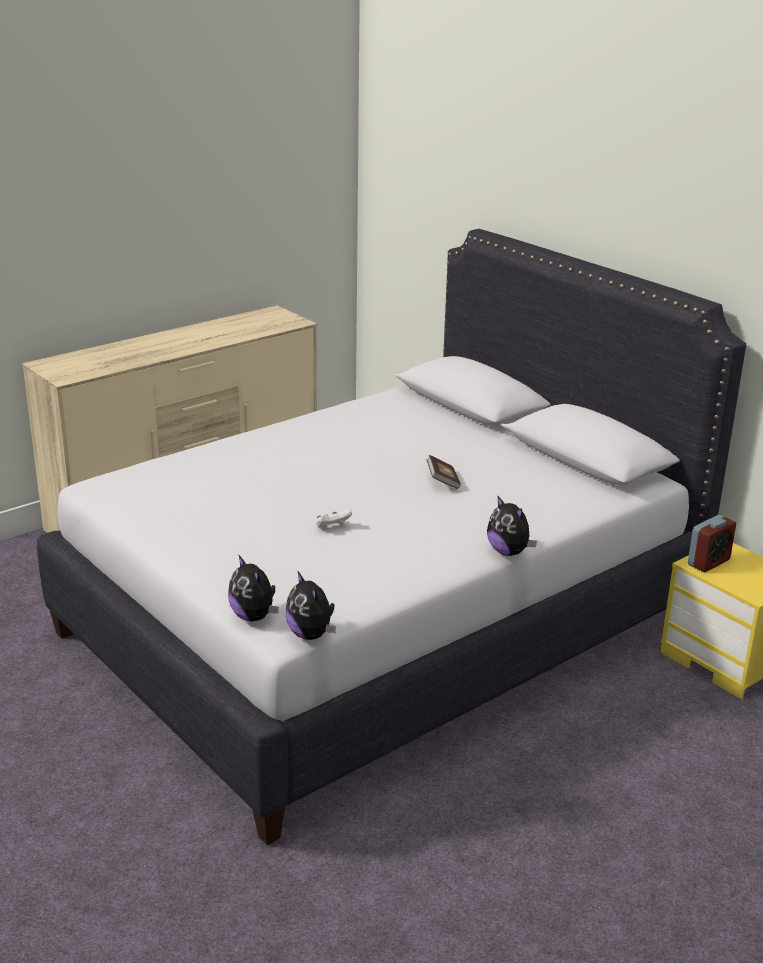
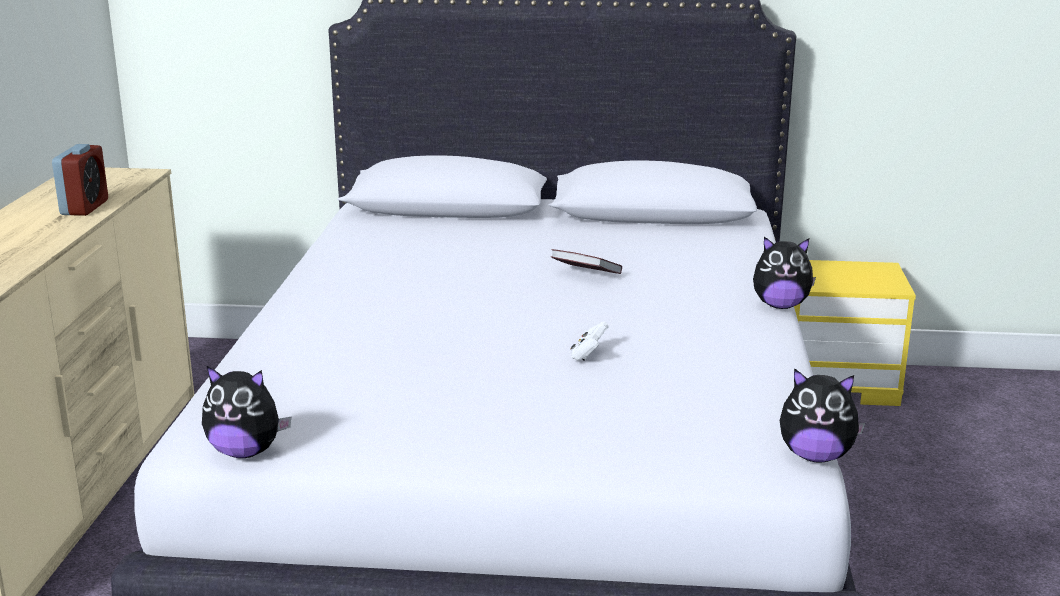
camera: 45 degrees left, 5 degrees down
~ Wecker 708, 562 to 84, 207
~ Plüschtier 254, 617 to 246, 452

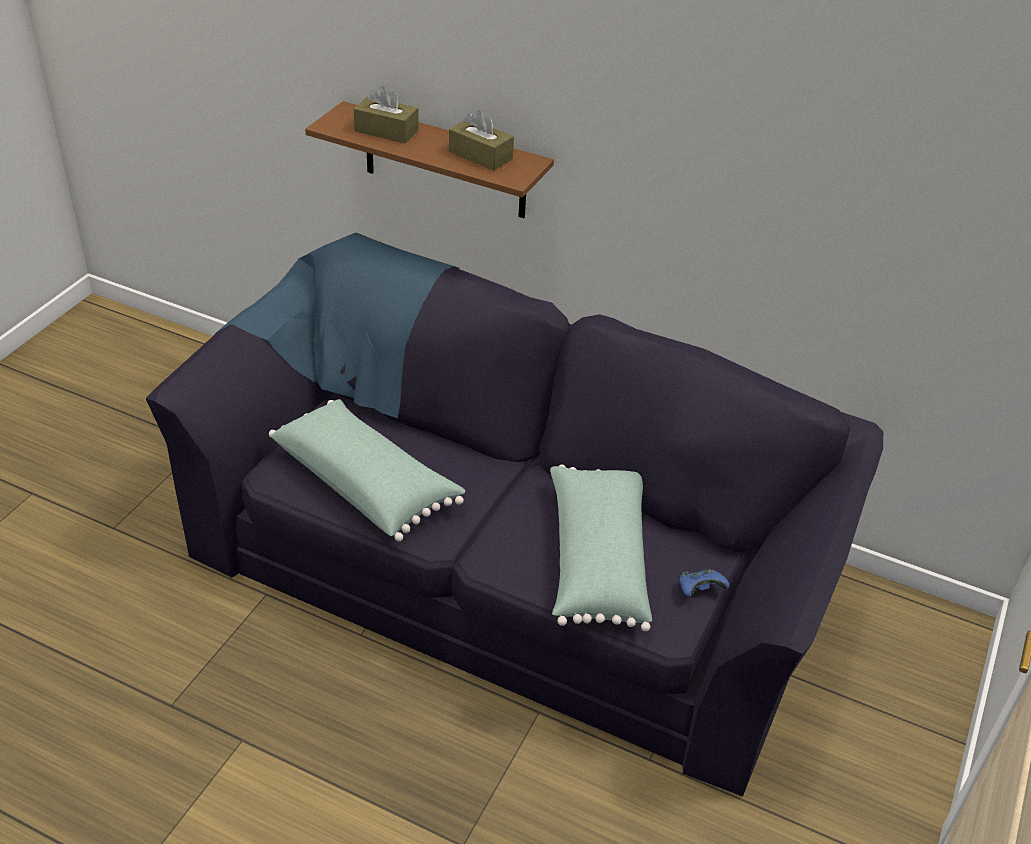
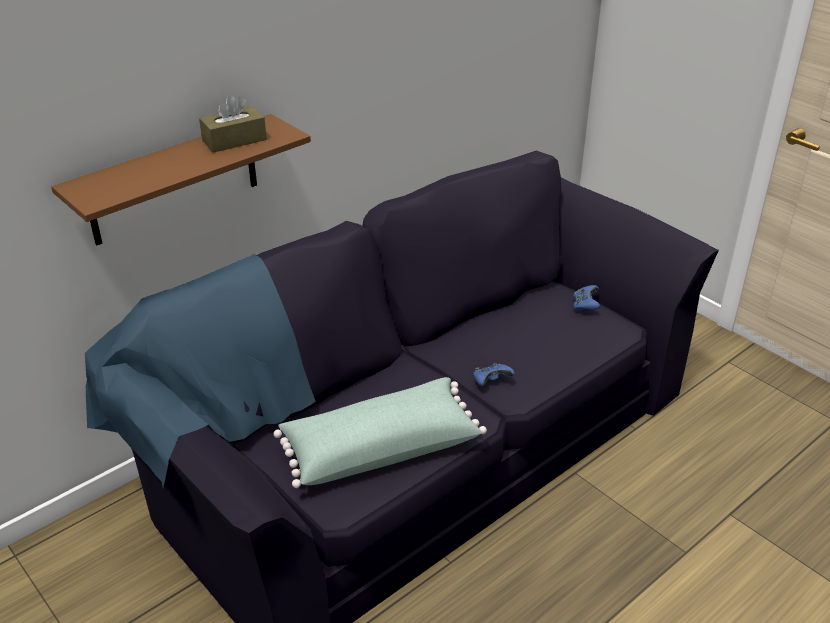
camera: 65 degrees left, 5 degrees down
+ Gamepad/blau 491, 382
- Taschentuchbox/braun 386, 131
- Kissen/grün 595, 560

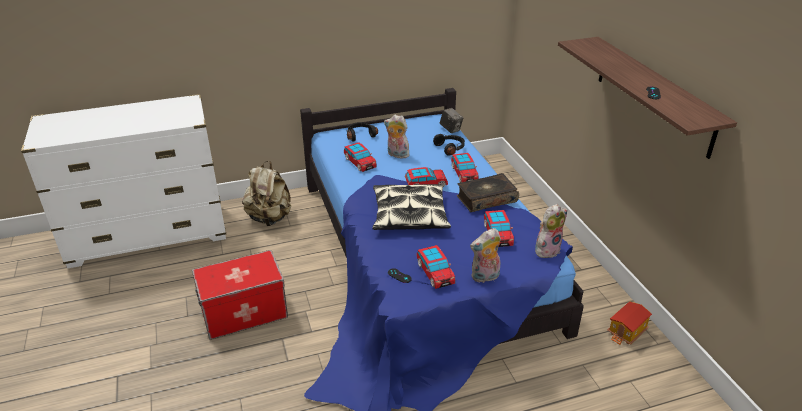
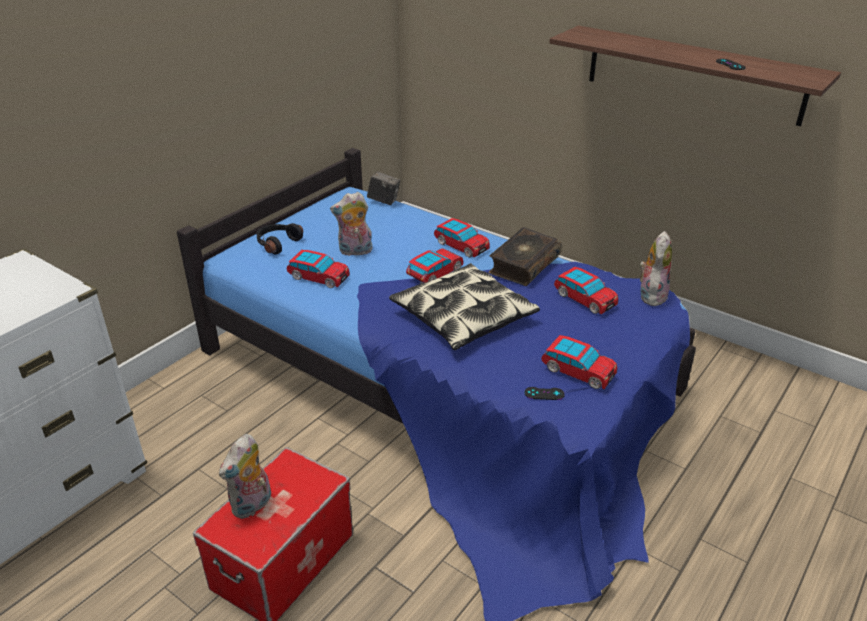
camera: 35 degrees left, 0 degrees up
~ Plüschtier 485, 277 to 252, 506
- Rucksack/beige 270, 218
- Kopfhörer/schwarz 450, 148
- Spielzeughaus 627, 332

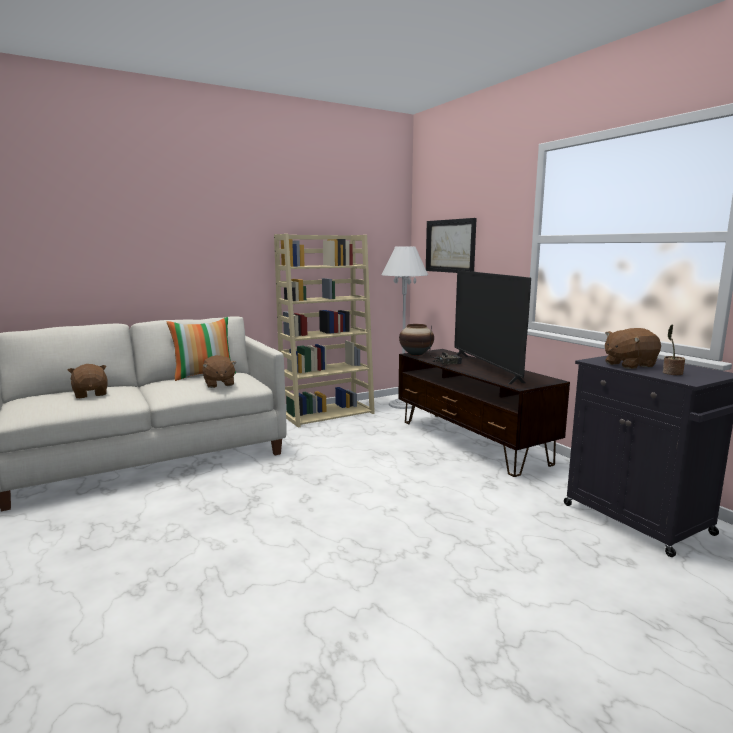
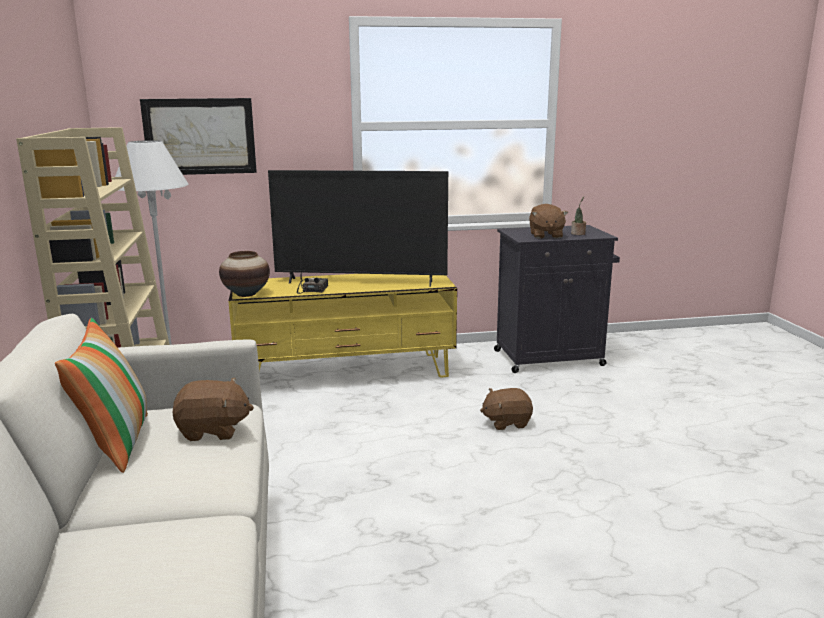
camera: 70 degrees left, 5 degrees up
~ Fernsehschrank/braun 471, 442 to Fernsehschrank/gelb 346, 373
~ Plüschtier/braun 91, 394 to 506, 422

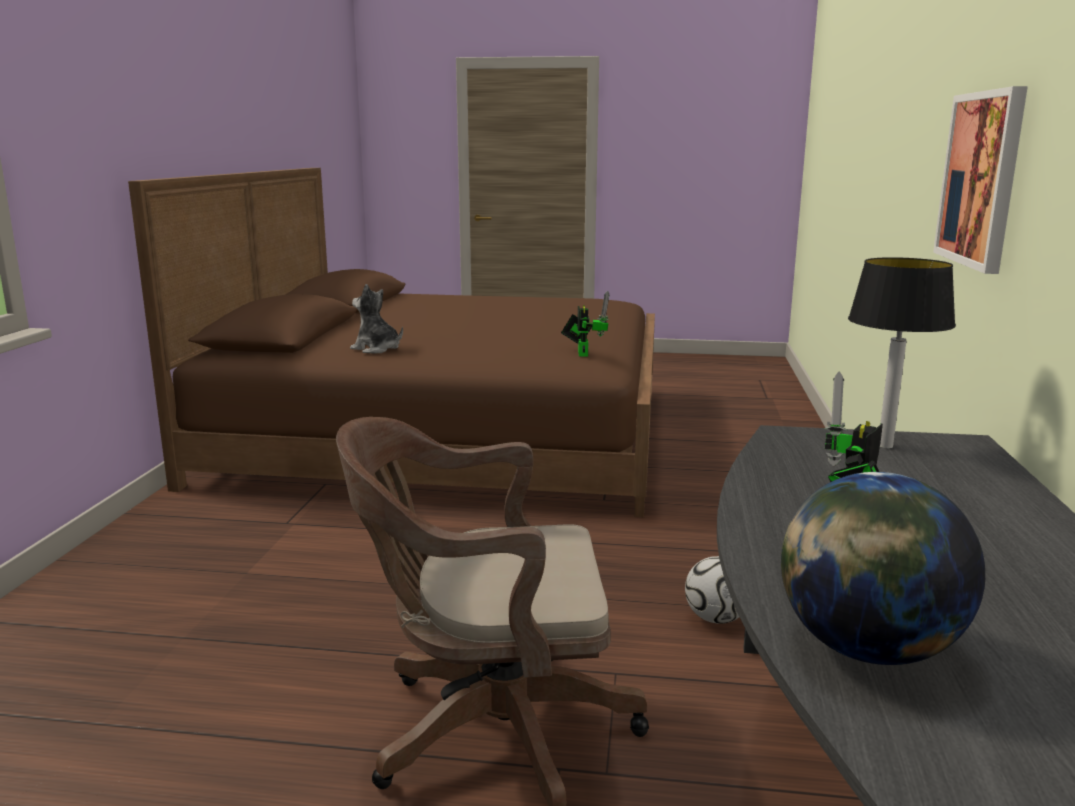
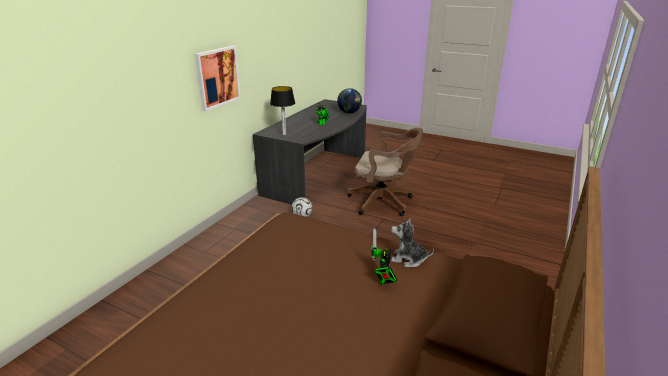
camera: 160 degrees left, 10 degrees up
~ Spielzeugroboter 582, 353 to 383, 280
~ Plüschtier 376, 349 = 408, 259 150 degrees clockwise

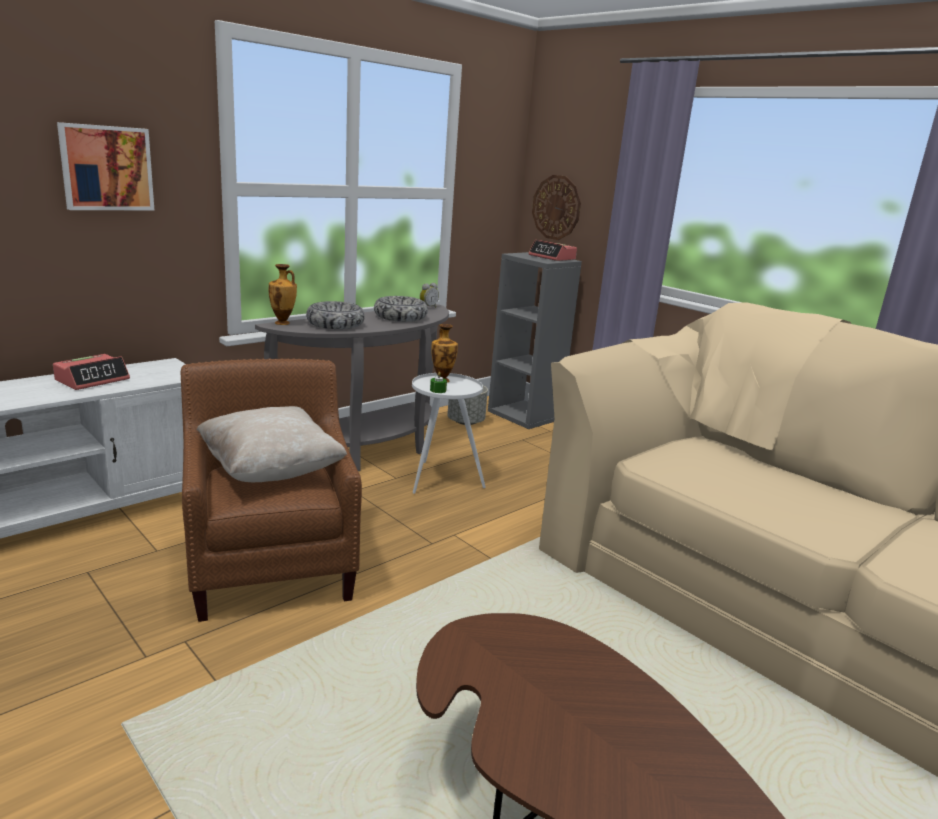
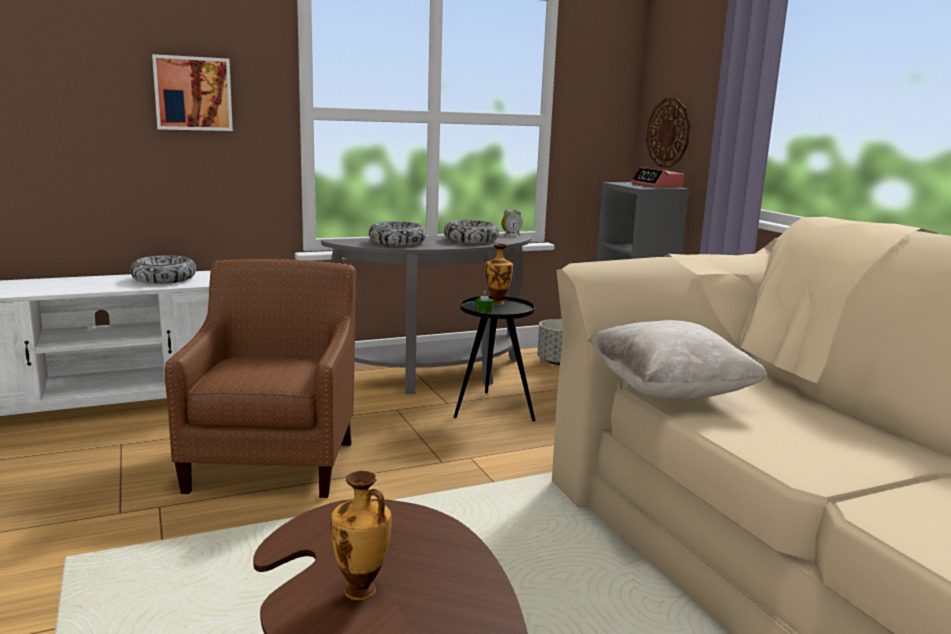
camera: 20 degrees right, 5 degrees down
~ Wecker 93, 380 to Schüssel 164, 279
~ Vase 283, 323 to 361, 592
~ Beistelltisch/weiß 441, 479 to Beistelltisch/schwarz 493, 408
~ Kissen/beige 271, 471 to 669, 391

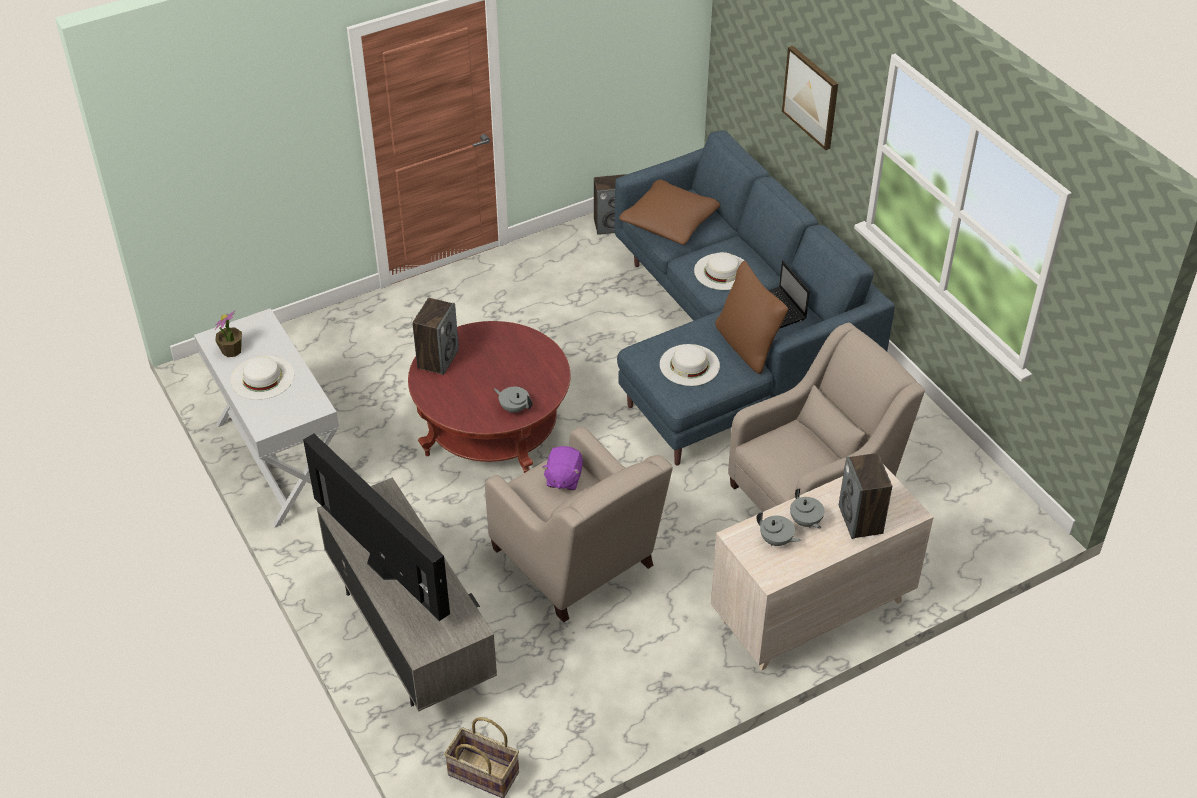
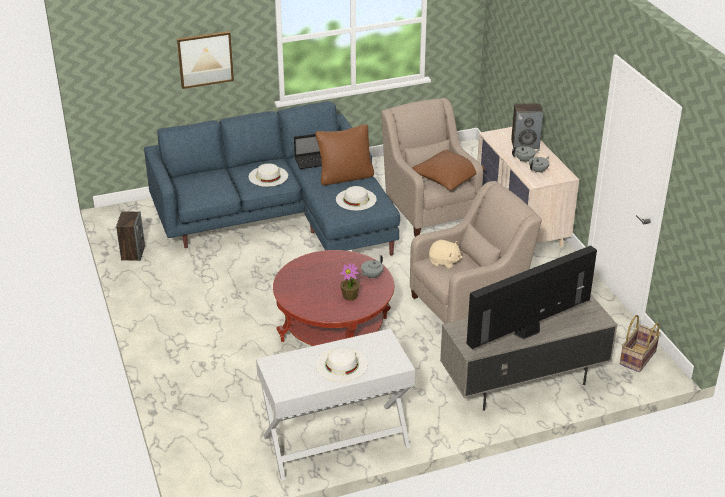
camera: 80 degrees left, 10 degrees down
~ Topfpflanze 231, 350 to 350, 296
~ Kissen/braun 670, 222 to 447, 178
~ Plüschtier/lila 563, 478 to Plüschtier/beige 444, 262
- Lautsprecher 438, 359

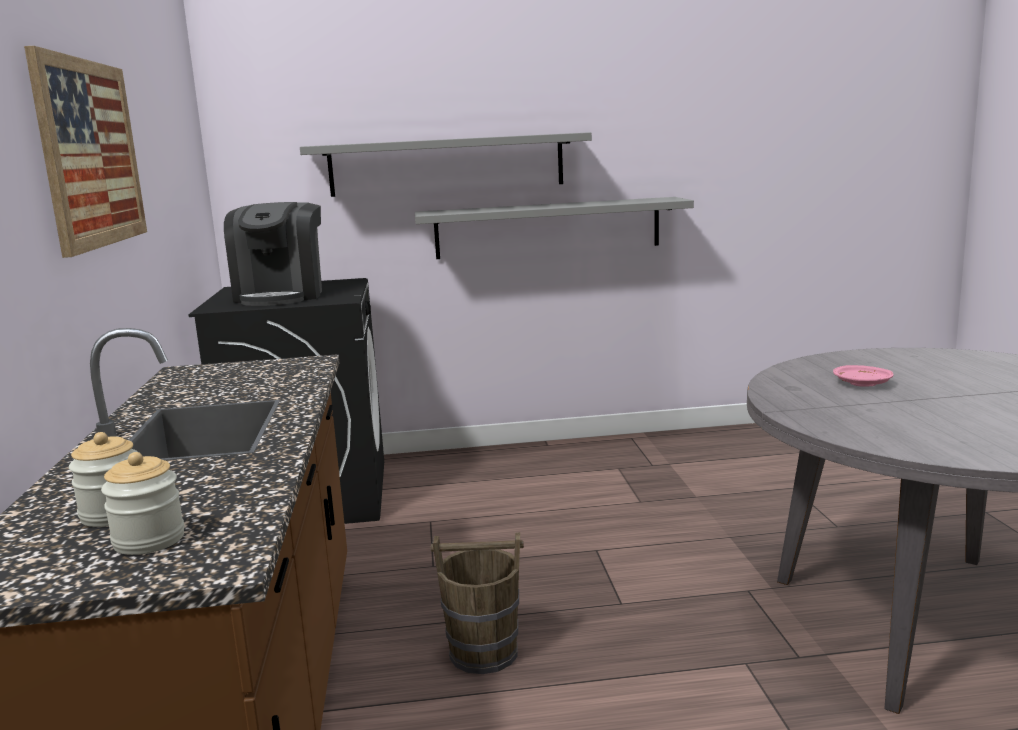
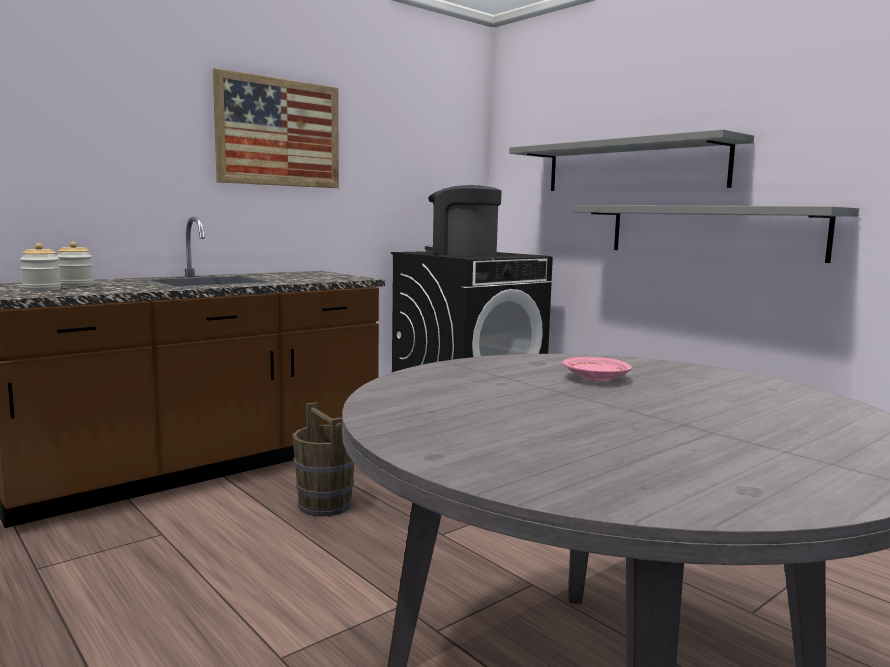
camera: 55 degrees right, 5 degrees down
~ Kaffeemaschine 282, 296 = 462, 253 60 degrees clockwise

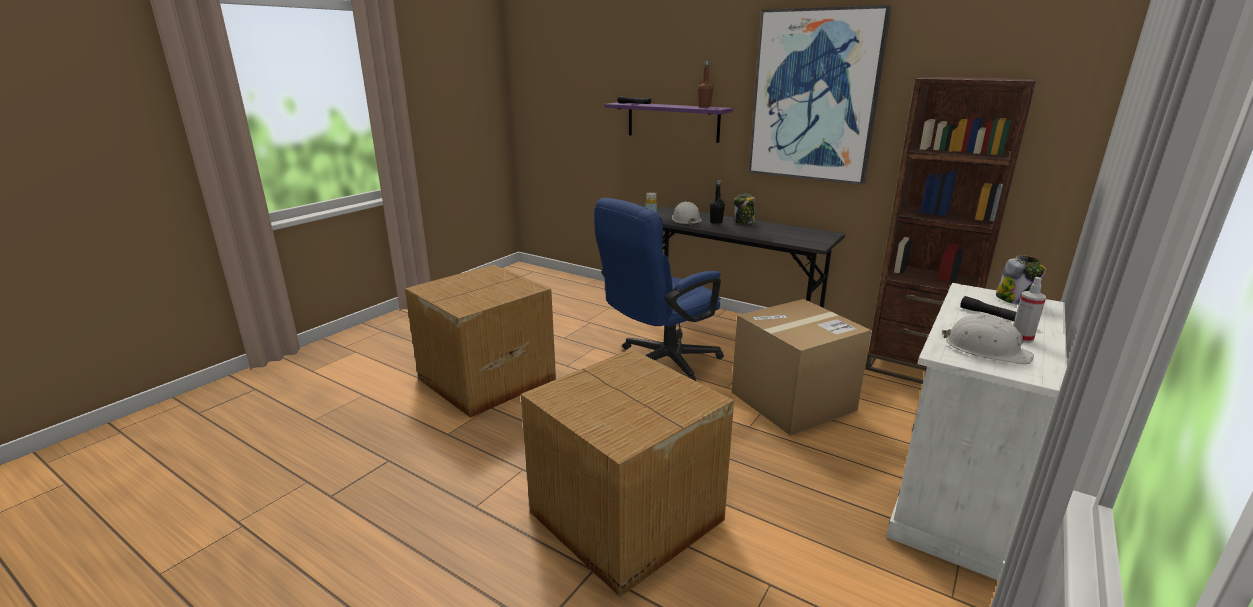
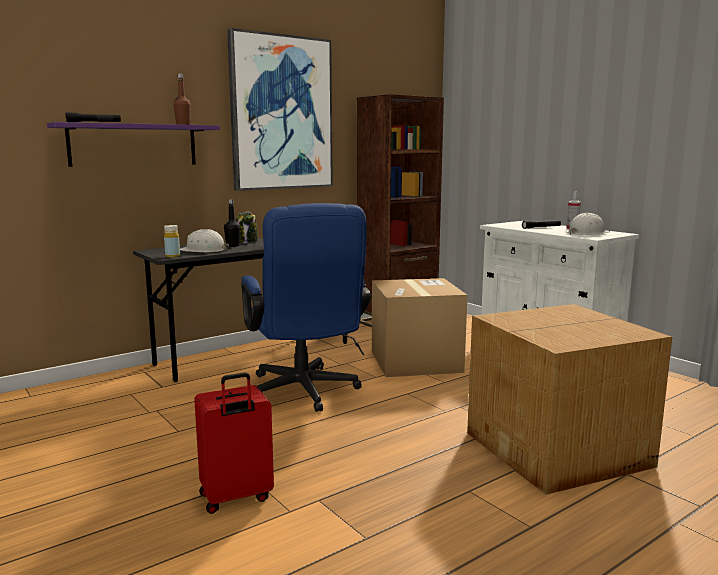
camera: 70 degrees left, 10 degrees down
~ Karton 484, 379 to Koffer/rot 236, 498
- Vorratsglas 1015, 300

